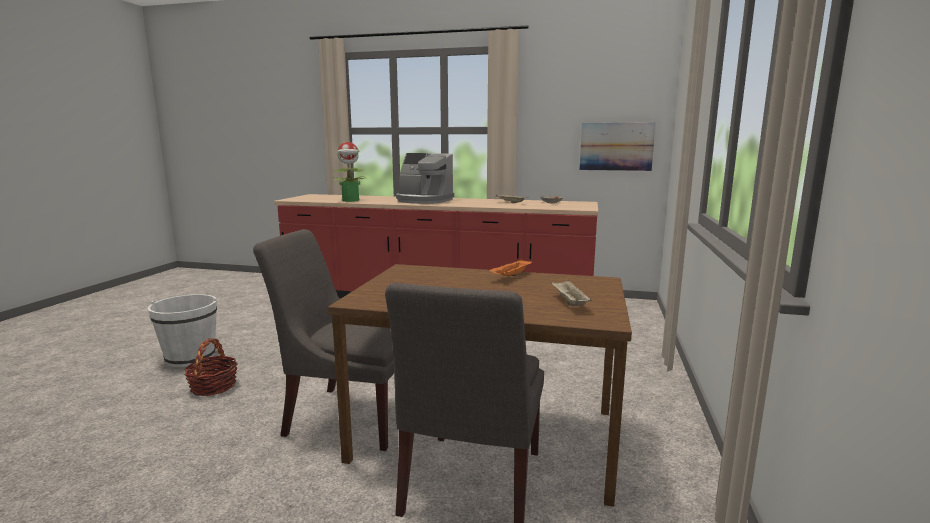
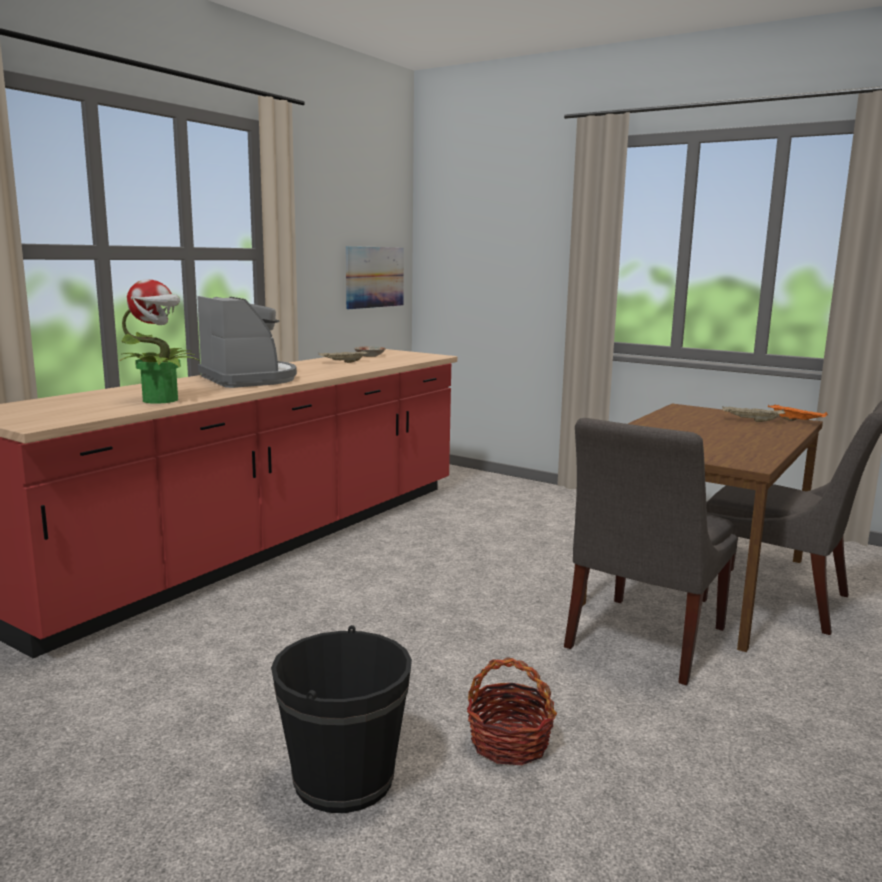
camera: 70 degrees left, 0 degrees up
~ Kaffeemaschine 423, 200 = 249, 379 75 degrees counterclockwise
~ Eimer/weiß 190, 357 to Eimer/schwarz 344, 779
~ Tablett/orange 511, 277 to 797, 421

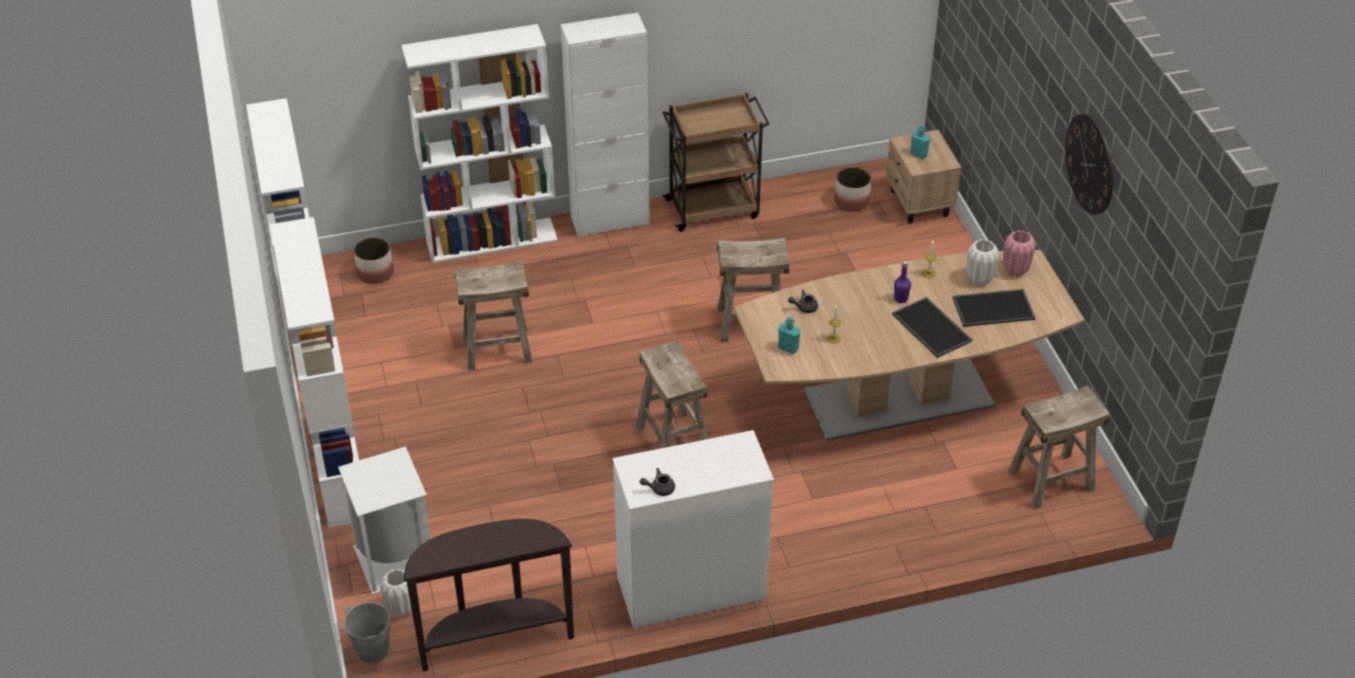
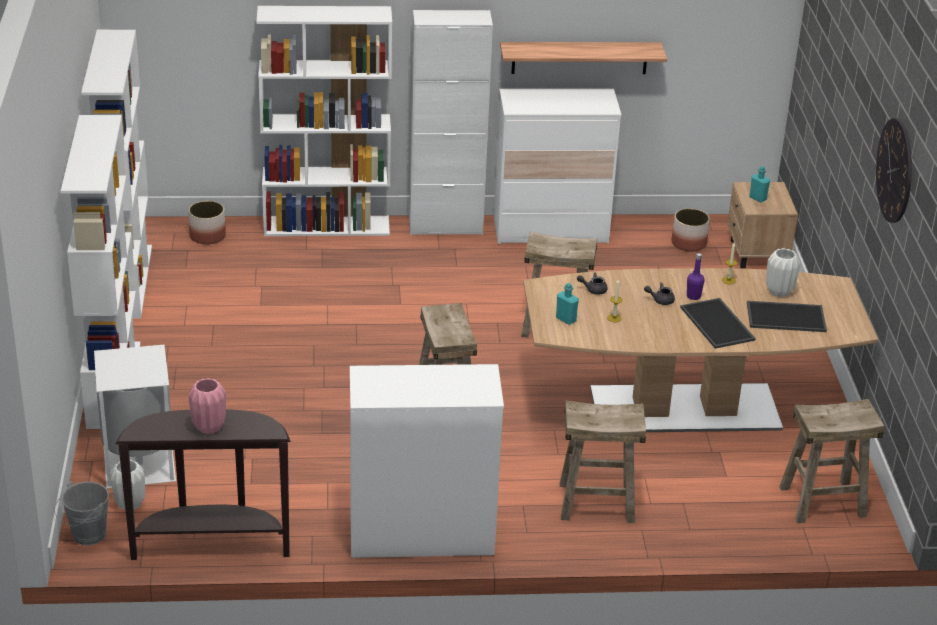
camera: 10 degrees right, 10 degrees down
~ Vase/rosa 1015, 270 to 209, 427
~ Rollwagen/braun 714, 208 to Kommode/weiß 550, 230
+ Wandregal 579, 57
~ Hocker/beige 497, 349 to 596, 503
~ Teekanne/grau 659, 488 to 660, 300

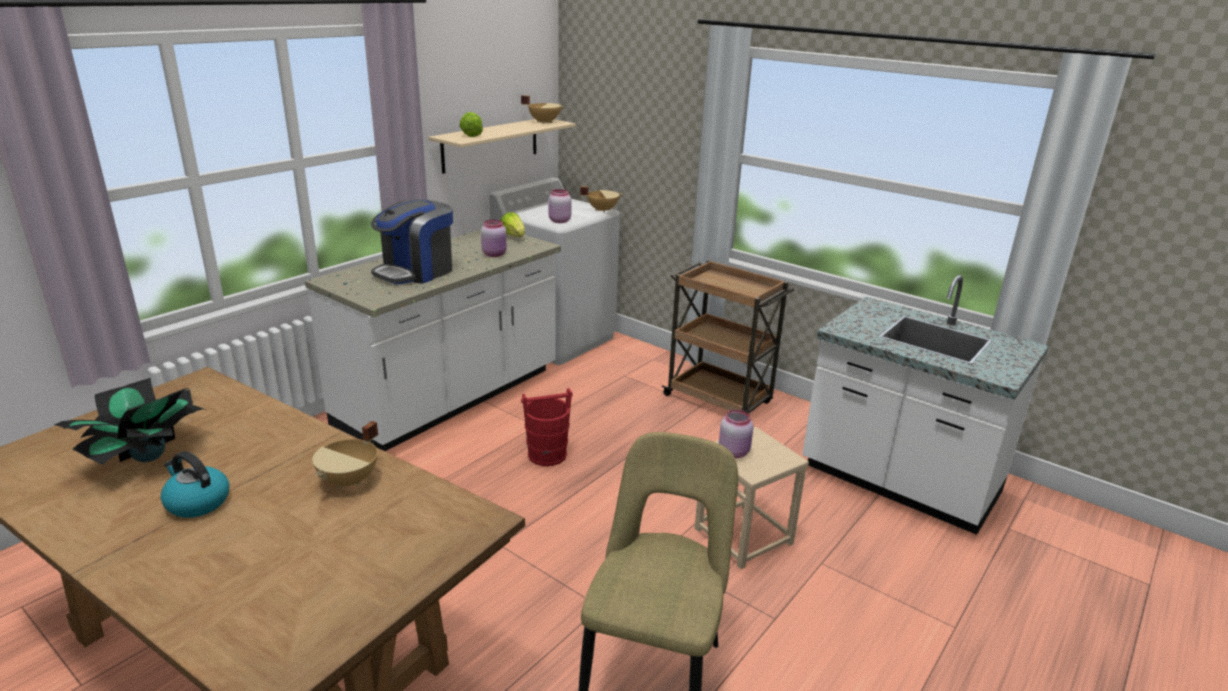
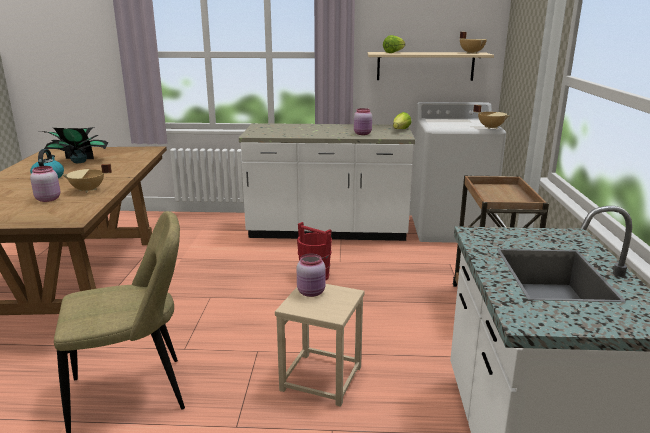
camera: 55 degrees right, 5 degrees down
~ Vorratsglas/rosa 559, 221 to 48, 199
- Kaffeemaschine 416, 272

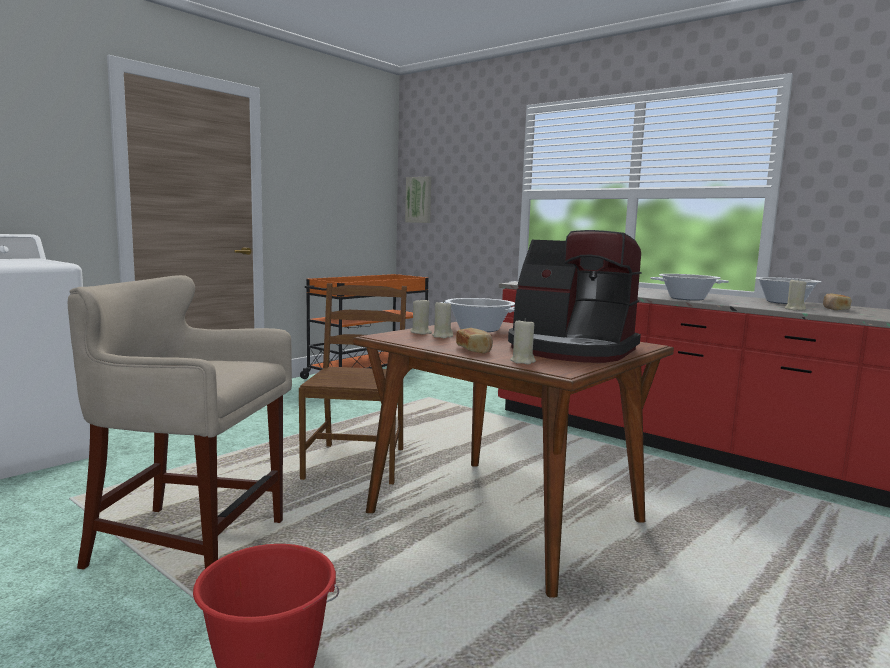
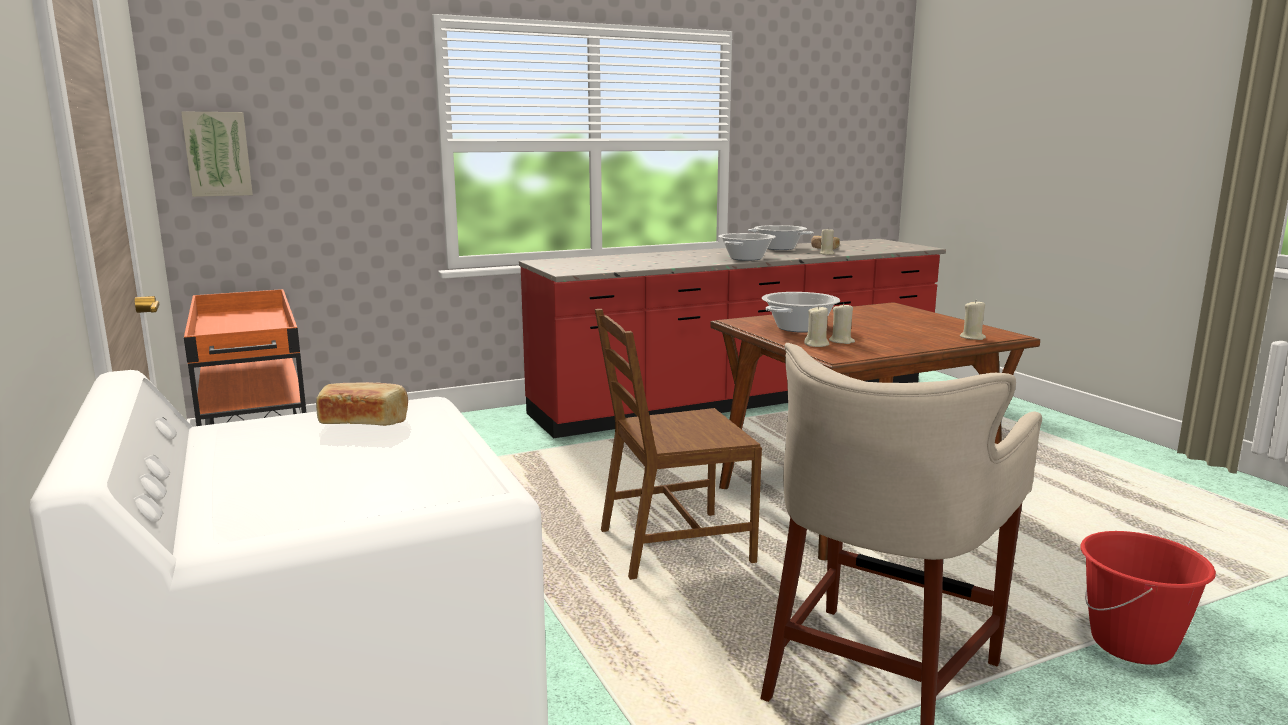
camera: 65 degrees left, 5 degrees up
~ Brot 474, 350 to 364, 422
~ Stuhl/braun 356, 463 = 673, 546 45 degrees counterclockwise
- Kaffeemaschine 570, 350

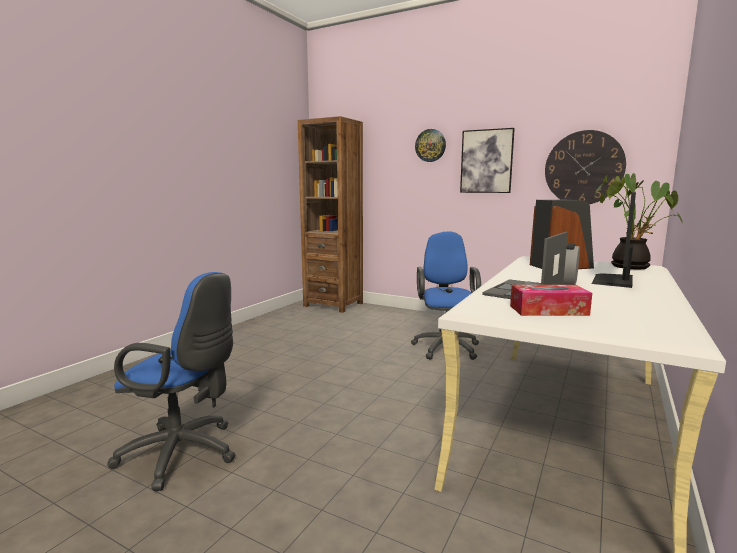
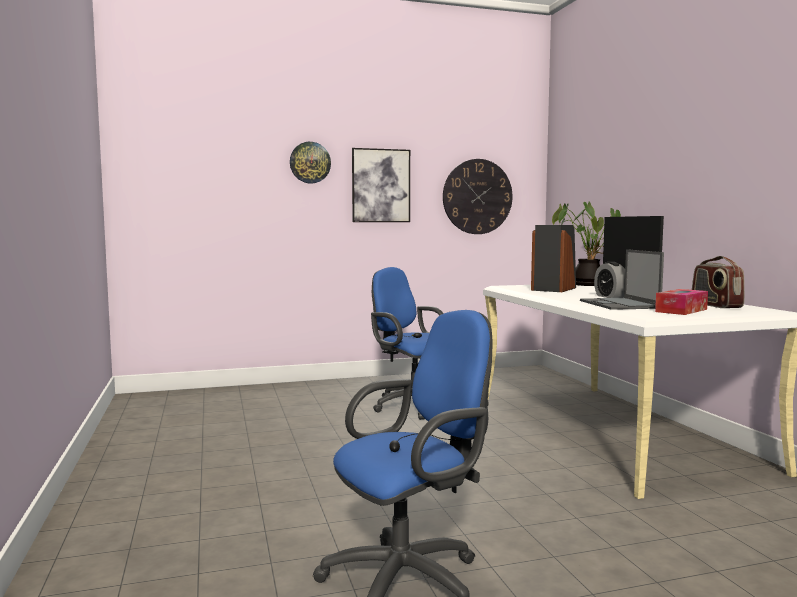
camera: 45 degrees left, 5 degrees down
+ Radio 715, 305
- Bücherregal/braun 333, 304

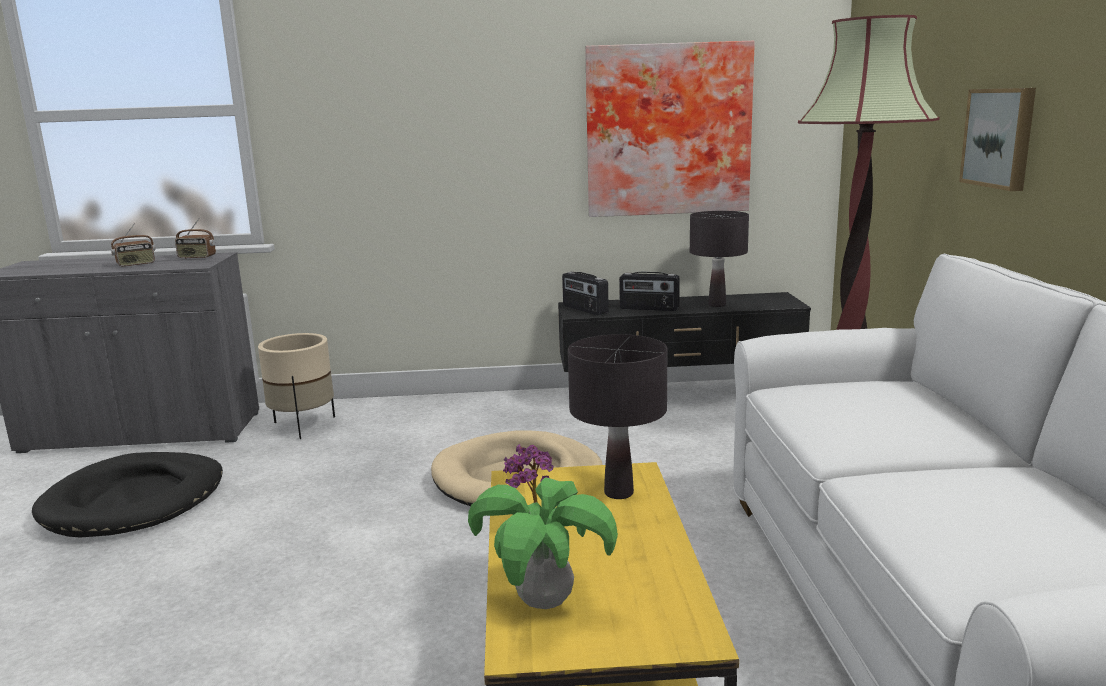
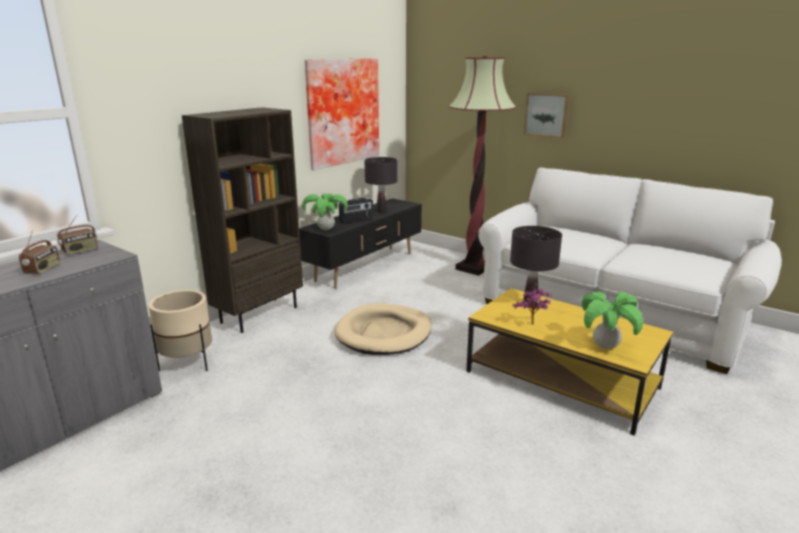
camera: 50 degrees left, 5 degrees up
+ Bücherregal/braun 259, 314
~ Radio 584, 310 to Topfpflanze 326, 229
- Hundebett/schwarz 135, 500

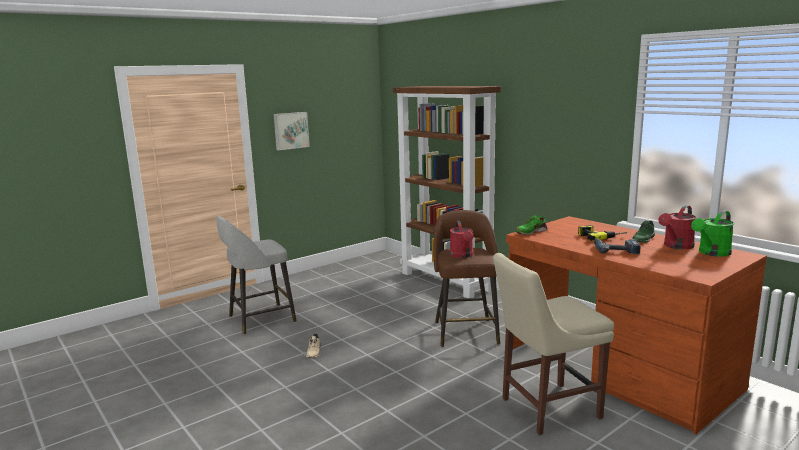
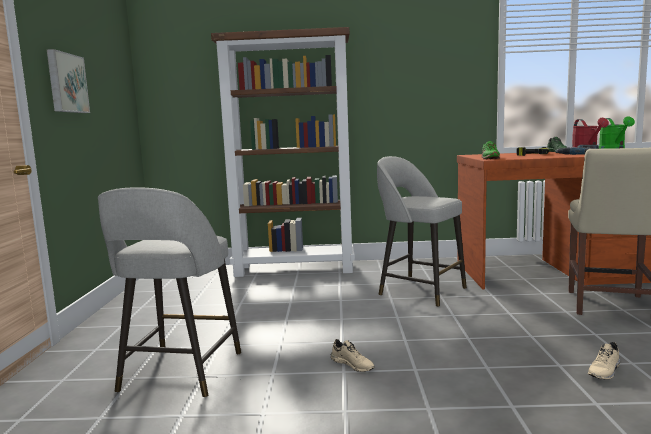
camera: 50 degrees left, 5 degrees down
~ Hocker/braun 465, 331 to Hocker/grau 420, 291
+ Schuh/beige 605, 371
- Gießkanne/rot 462, 255

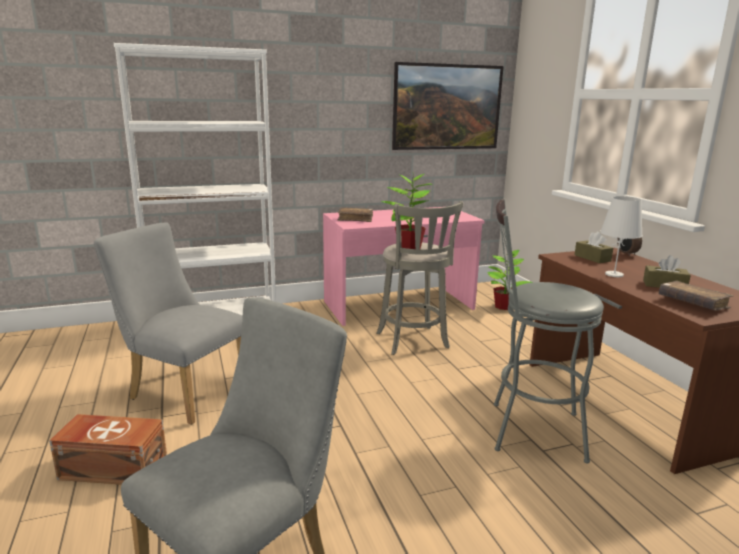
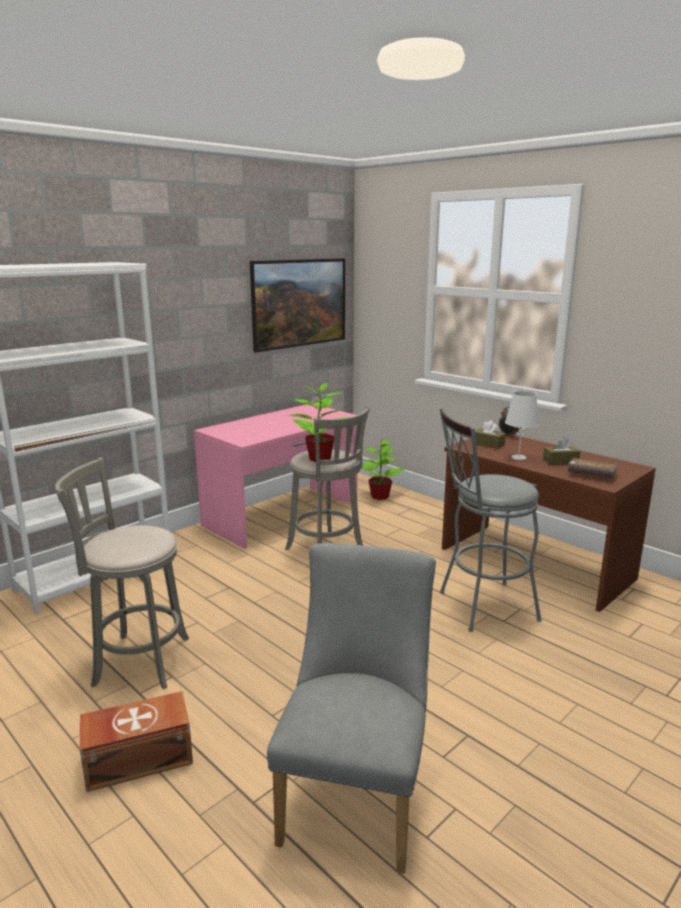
camera: 25 degrees left, 0 degrees up
~ Stuhl/grau 183, 391 to Hocker/grau 136, 660
- Buch/braun 355, 219

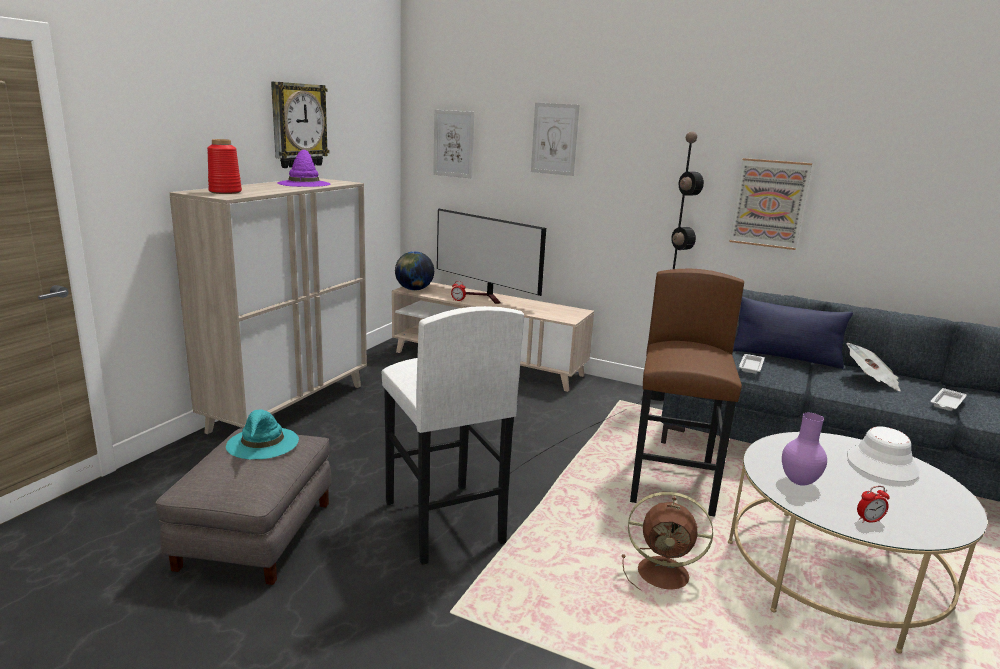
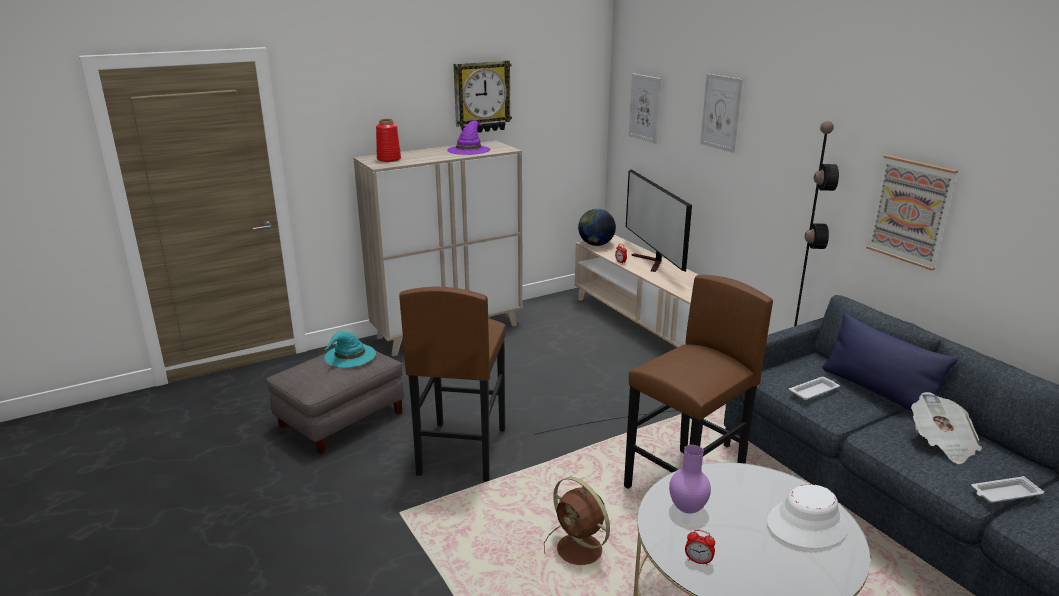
camera: 35 degrees right, 5 degrees up
~ Hocker/weiß 443, 522 to Hocker/braun 461, 451

